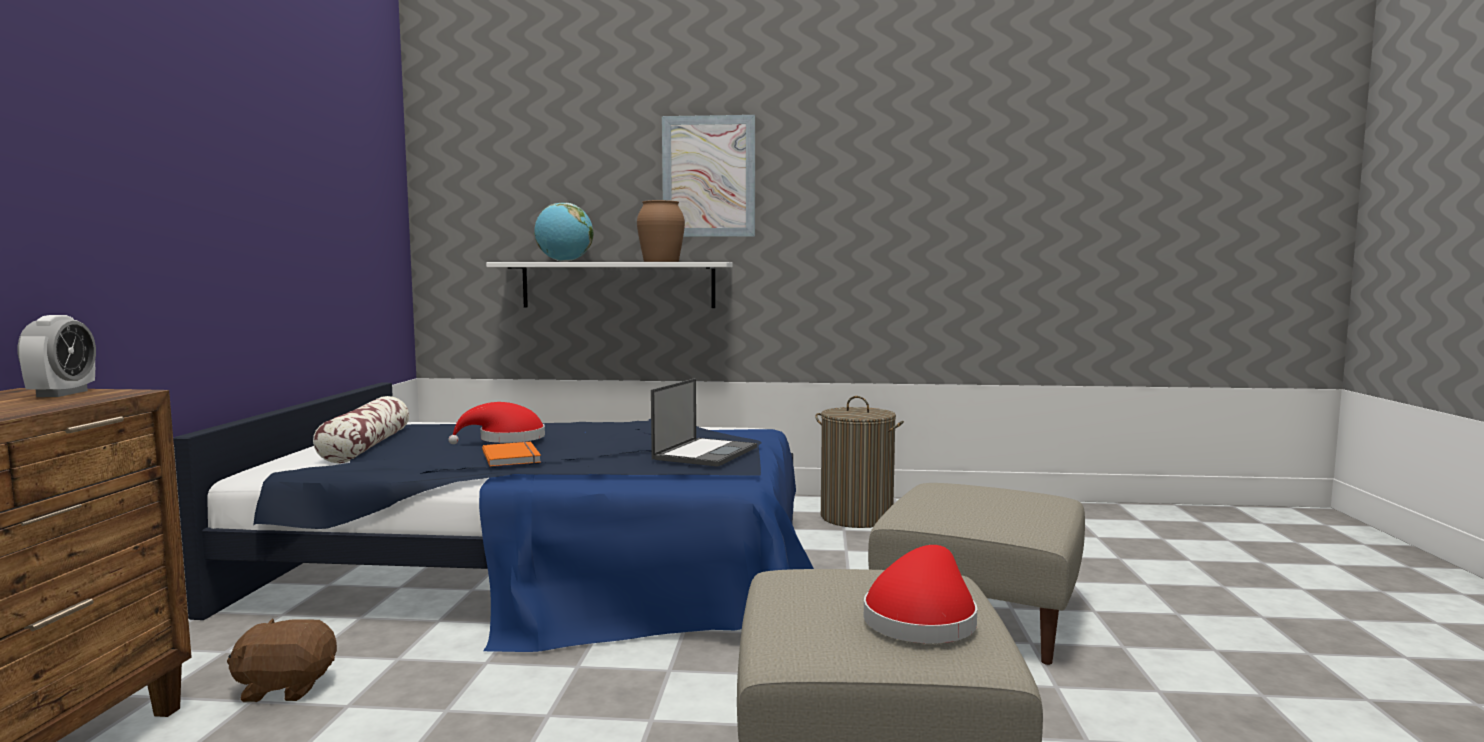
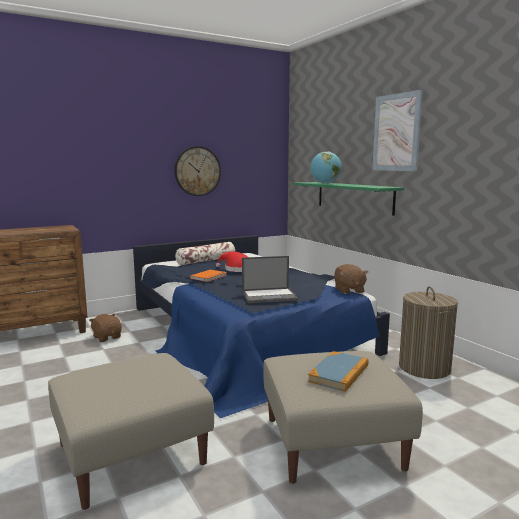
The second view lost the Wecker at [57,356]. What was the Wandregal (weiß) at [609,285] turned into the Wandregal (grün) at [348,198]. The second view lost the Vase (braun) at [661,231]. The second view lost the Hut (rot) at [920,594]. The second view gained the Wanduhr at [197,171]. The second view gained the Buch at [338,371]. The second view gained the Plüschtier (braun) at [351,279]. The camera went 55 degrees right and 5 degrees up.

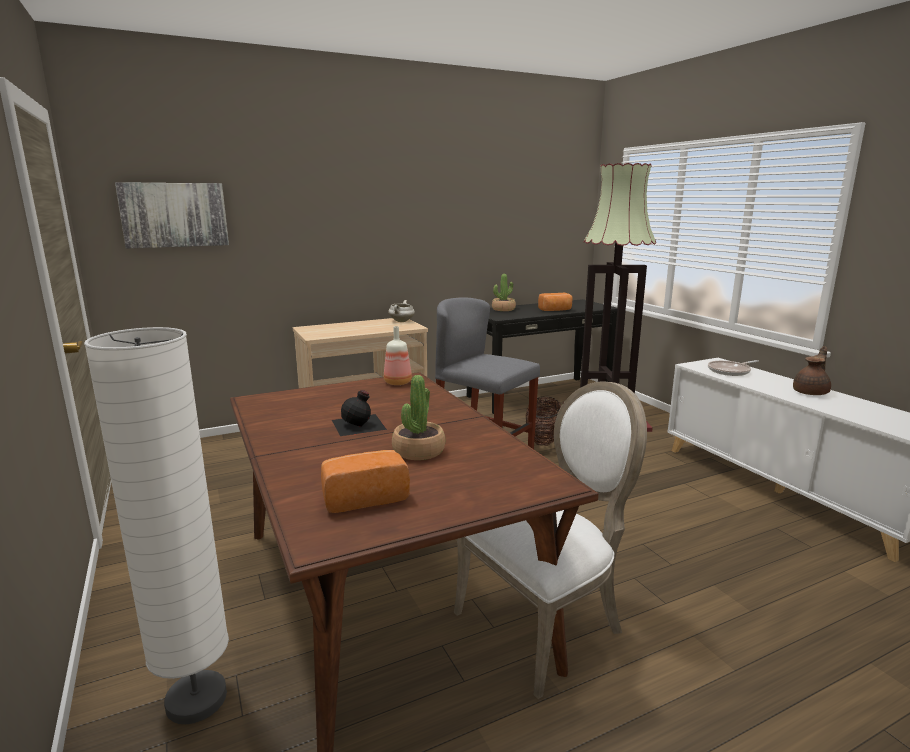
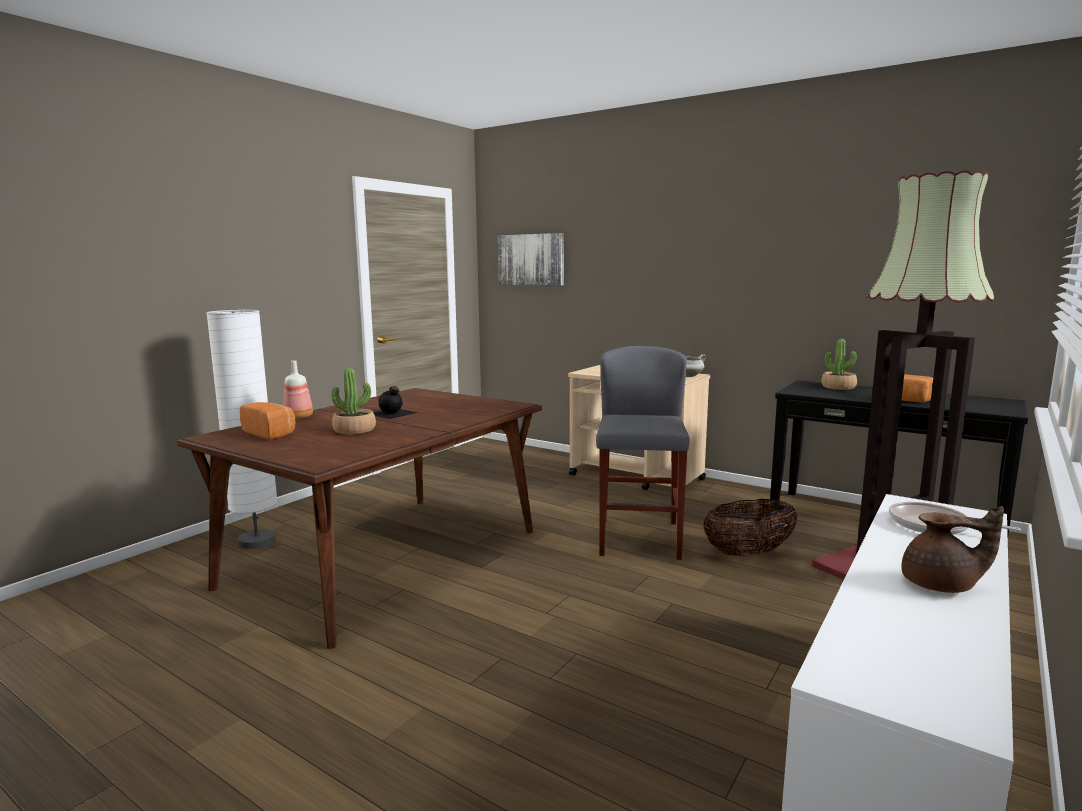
The Flasche ended up elsewhere, having gone from [398,355] to [298,389]. The second view lost the Stuhl (weiß) at [550,540]. The camera went 60 degrees right and 5 degrees down.

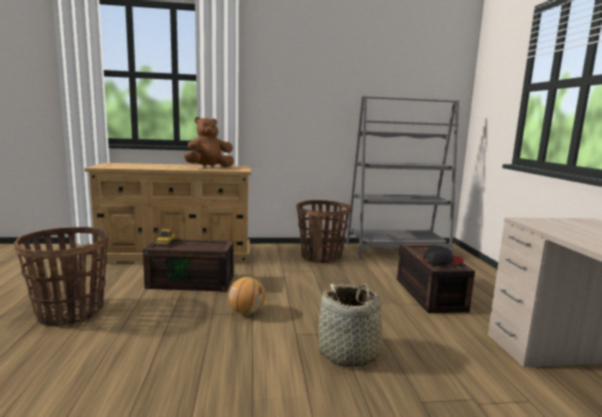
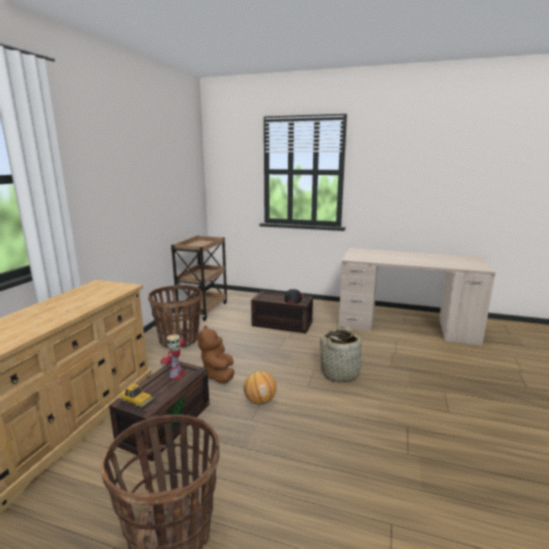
The Plüschtier (braun) ended up elsewhere, having gone from [209,142] to [216,354]. Where the Bücherregal (grau) stood at [402,177], the Rollwagen (braun) came to stand at [199,278]. The second view gained the Spielzeugroboter at [173,357]. The camera went 65 degrees left and 5 degrees up.

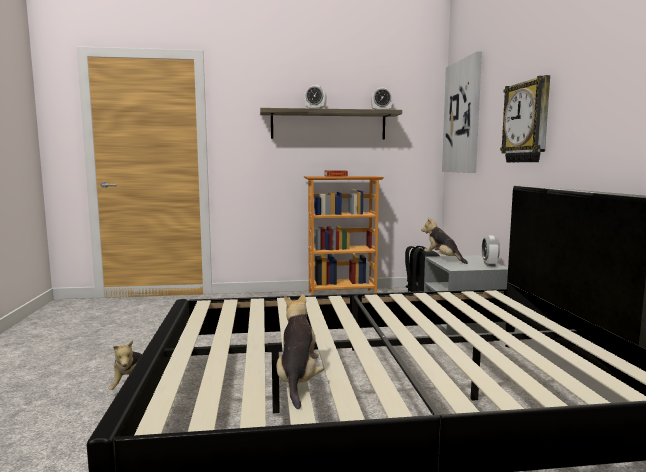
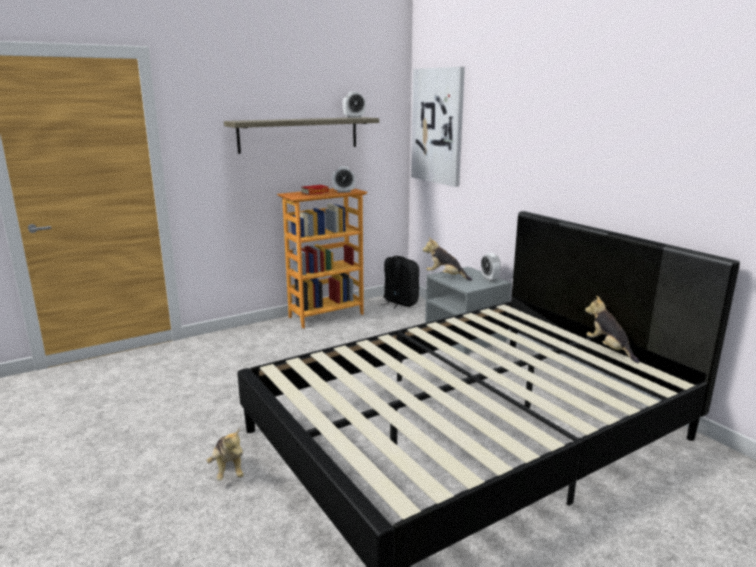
The Plüschtier ended up elsewhere, having gone from [300,351] to [612,329]. The Wecker ended up elsewhere, having gone from [316,97] to [343,179]. The second view lost the Wanduhr at [525,118]. The camera went 25 degrees left and 10 degrees up.

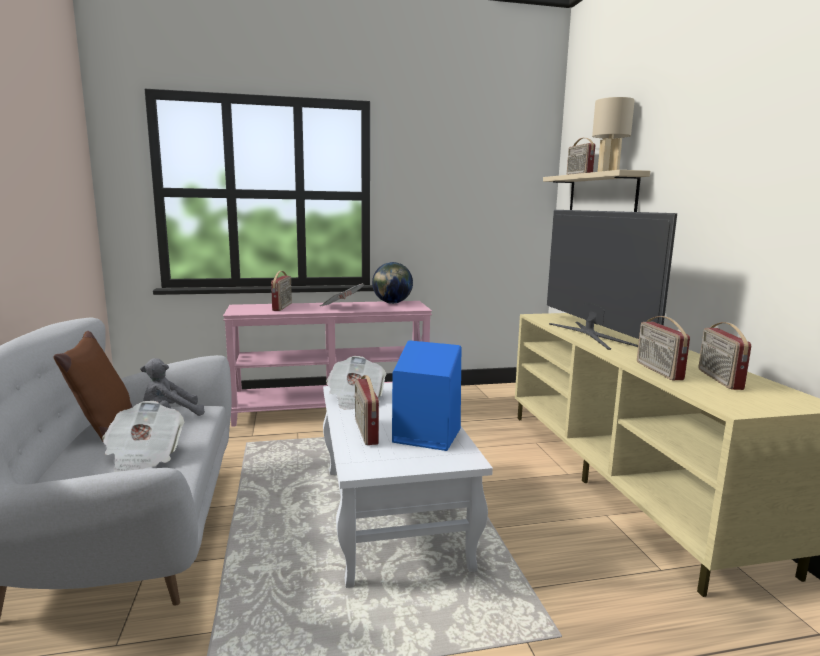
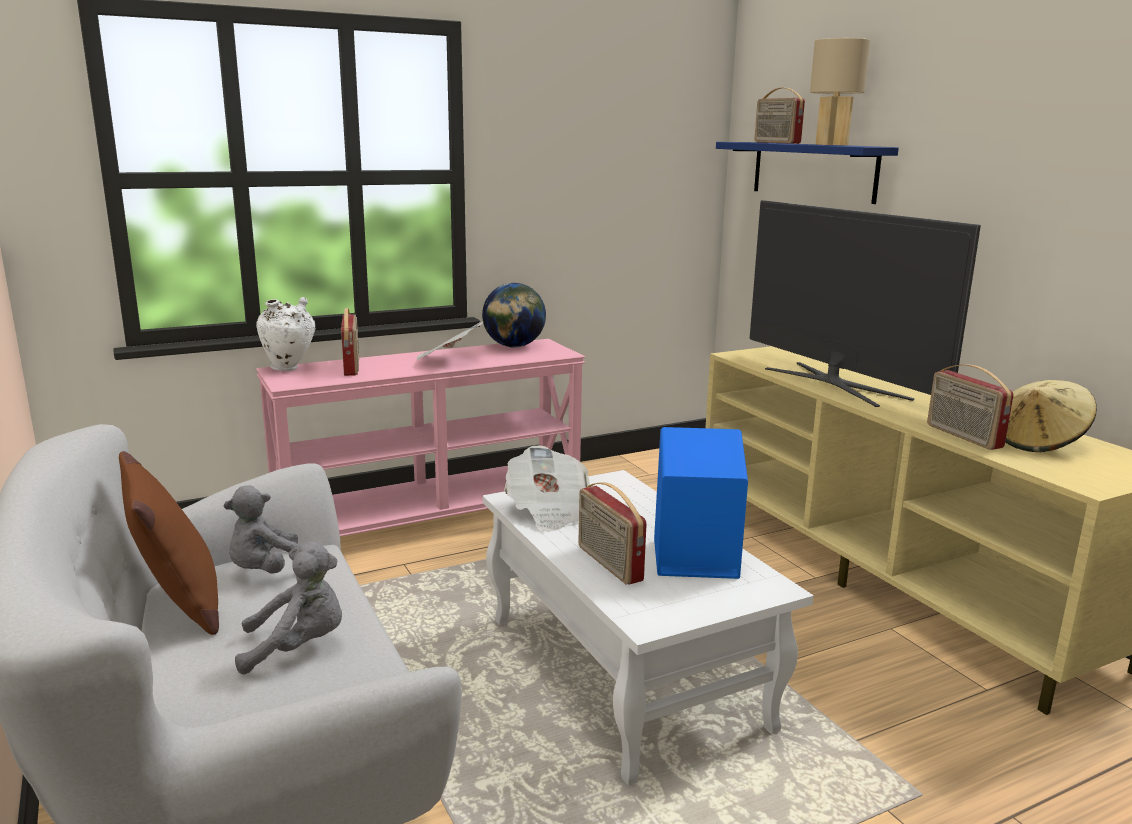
Where the Zeitung stood at [143,436], the Plüschtier (grau) came to stand at [288,608]. What was the Wandregal (beige) at [596,191] turned into the Wandregal (blau) at [807,173]. Where the Radio stood at [725,356], the Hut (beige) came to stand at [1051,416]. The second view gained the Vase (weiß) at [285,334]. The camera went 15 degrees left and 5 degrees up.

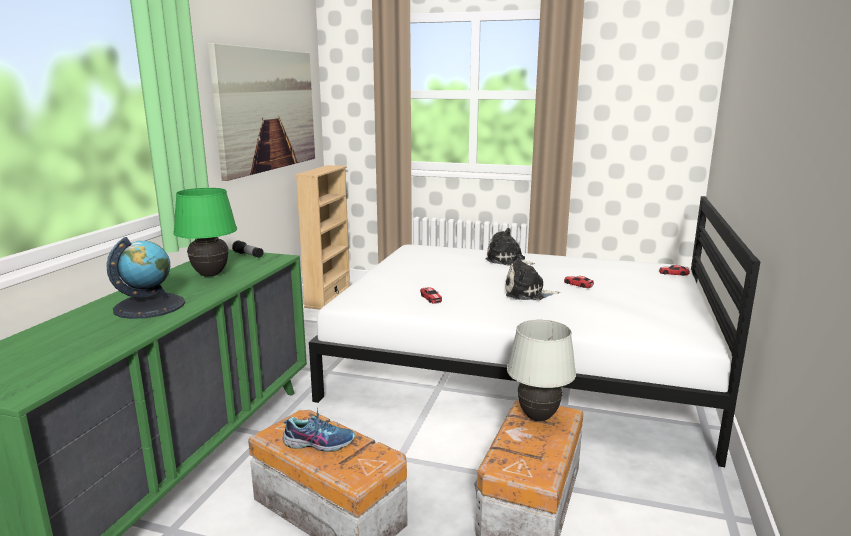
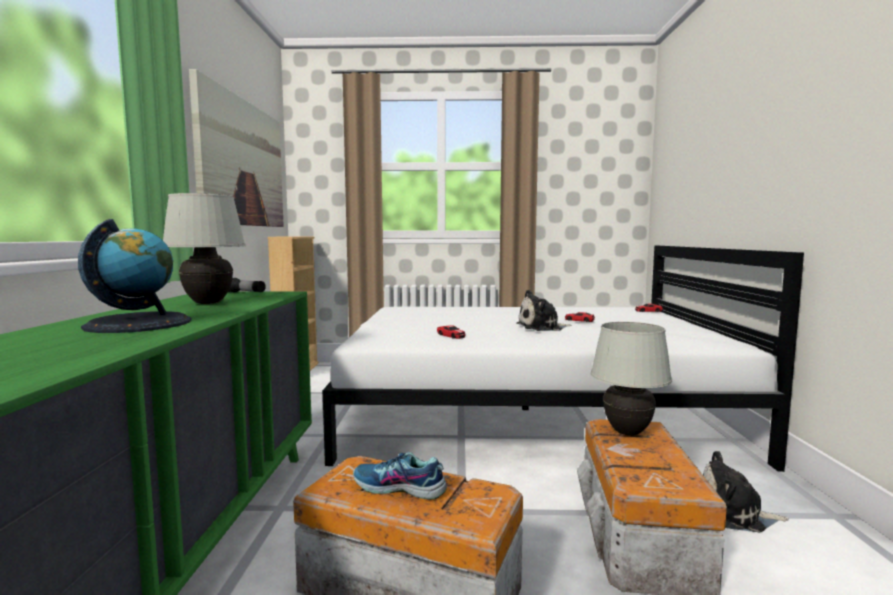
What was the Tischlampe (grün) at [205,232] turned into the Tischlampe (weiß) at [204,248]. The Schuh at [319,430] ended up facing another way, 150 degrees counterclockwise from before. The Plüschtier ended up elsewhere, having gone from [510,247] to [746,491]. The camera went 15 degrees left and 10 degrees down.

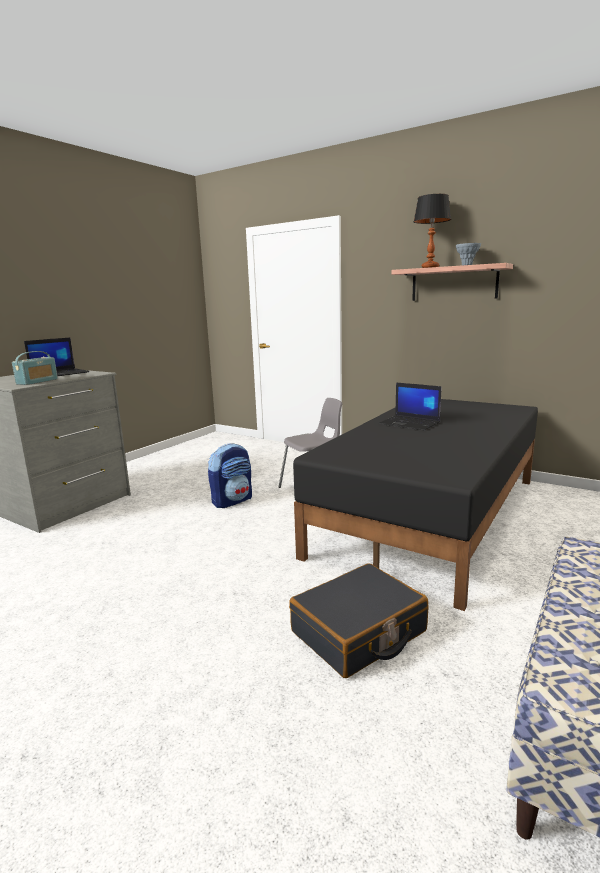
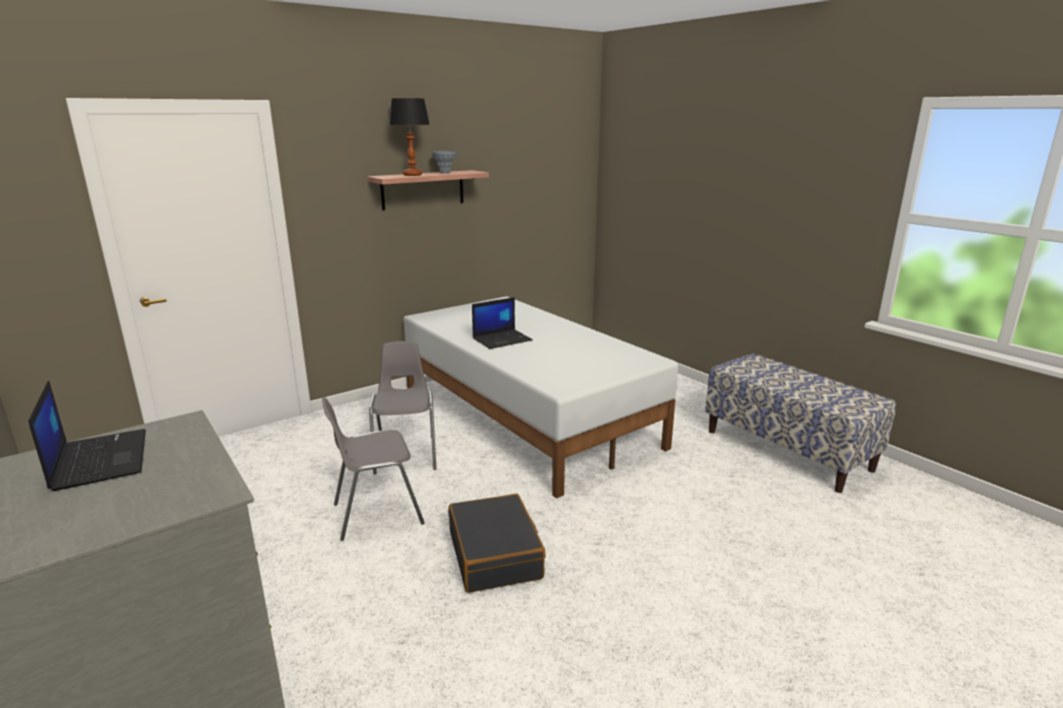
The second view lost the Radio at [35,368]. Where the Rucksack stood at [230,475], the Stuhl (grau) came to stand at [373,469]. The Koffer (schwarz) ended up elsewhere, having gone from [358,620] to [497,543]. What was the Bett (schwarz) at [415,505] turned into the Bett (weiß) at [541,397]. The camera went 70 degrees left and 5 degrees up.

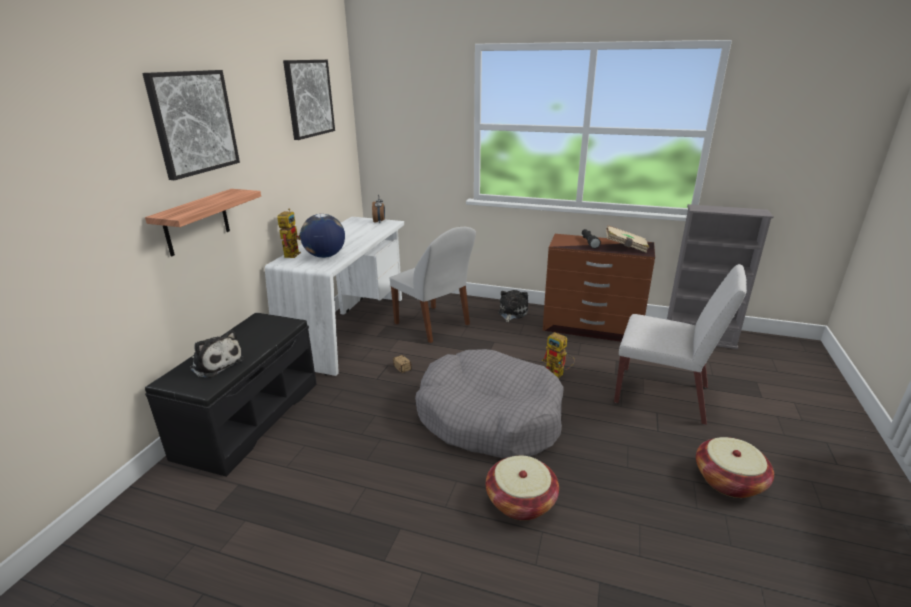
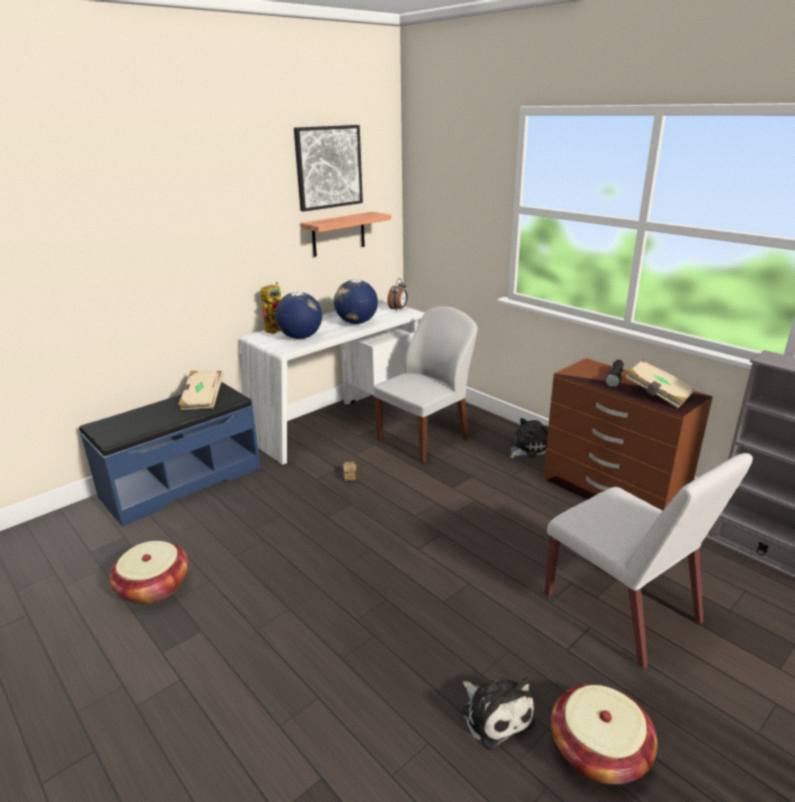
The second view lost the Bild at [191,125]. The Wandregal ended up elsewhere, having gone from [203,222] to [345,234]. What was the Bank (schwarz) at [231,395] turned into the Bank (blau) at [170,454]. The Plüschtier ended up elsewhere, having gone from [216,353] to [498,713]. The Stuhl (weiß) at [433,285] ended up facing another way, 120 degrees counterclockwise from before. The second view lost the Hundebett (grau) at [489,403]. The Korb ended up elsewhere, having gone from [522,488] to [148,572]. The second view lost the Spielzeugroboter at [558,355]. The second view gained the Buch (beige) at [201,390]. The second view gained the Globus at [356,302]. The camera went 30 degrees right and 0 degrees up.

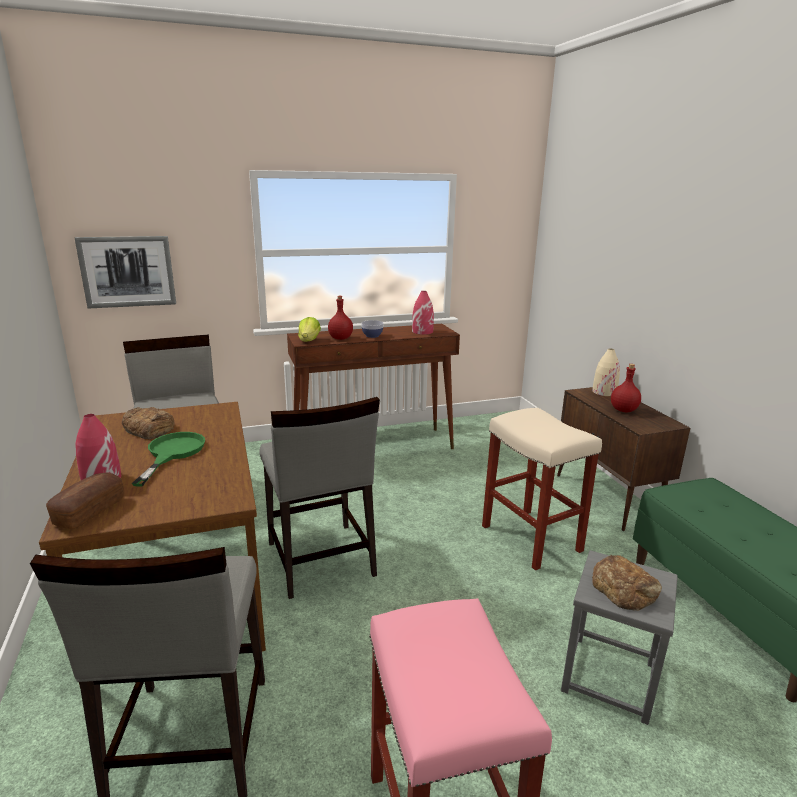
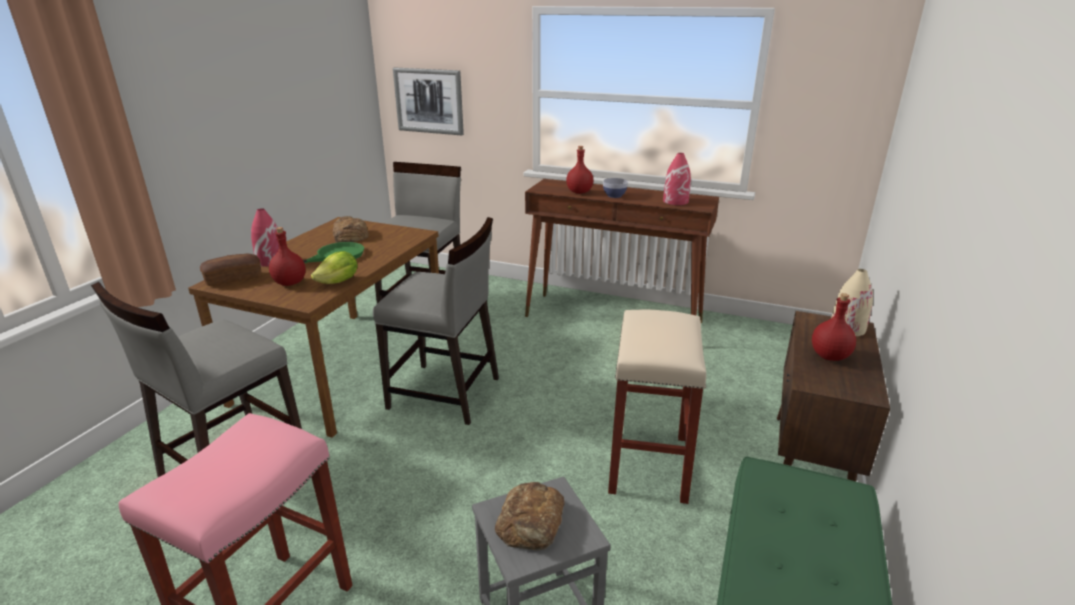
The Stuhl (grau) at [319,498] ended up facing another way, 90 degrees counterclockwise from before. The Salatkopf ended up elsewhere, having gone from [309,329] to [334,267]. The second view gained the Flasche (rot) at [287,256]. The camera went 40 degrees right and 5 degrees up.

